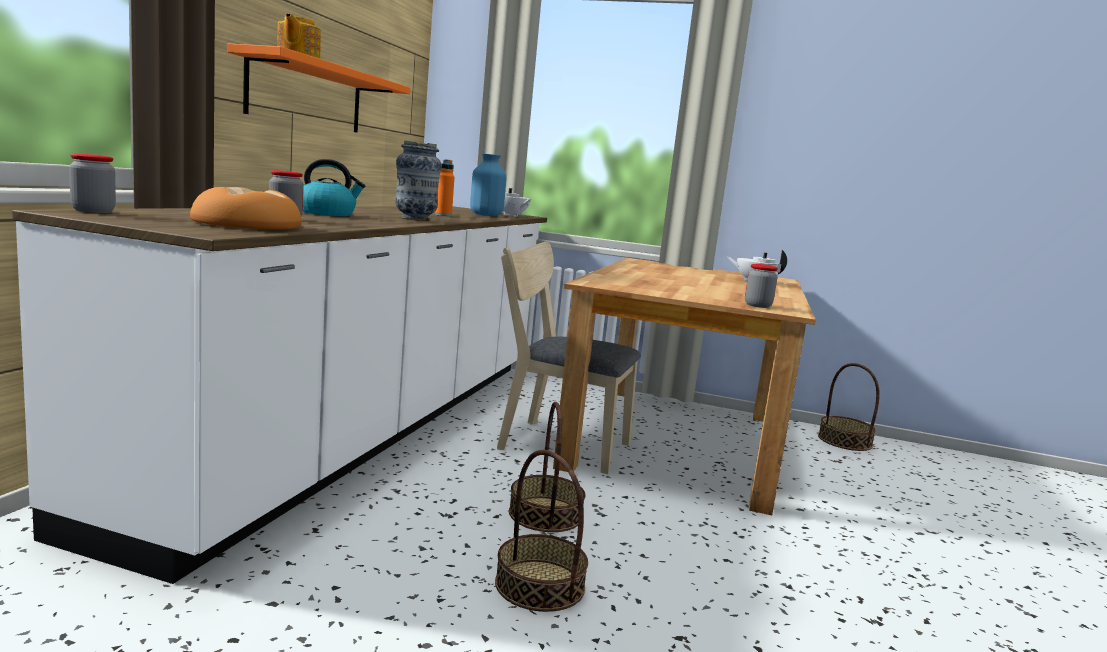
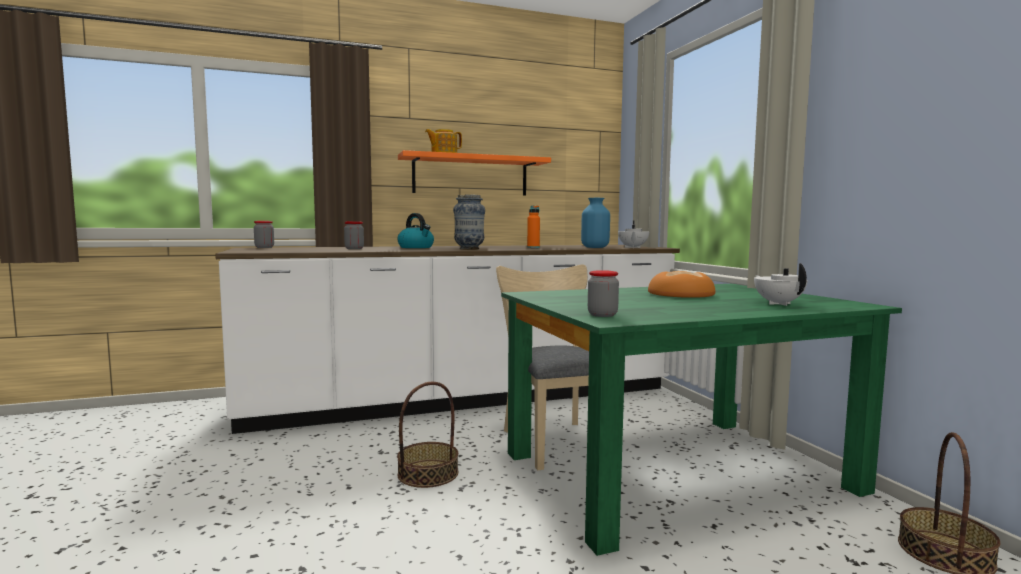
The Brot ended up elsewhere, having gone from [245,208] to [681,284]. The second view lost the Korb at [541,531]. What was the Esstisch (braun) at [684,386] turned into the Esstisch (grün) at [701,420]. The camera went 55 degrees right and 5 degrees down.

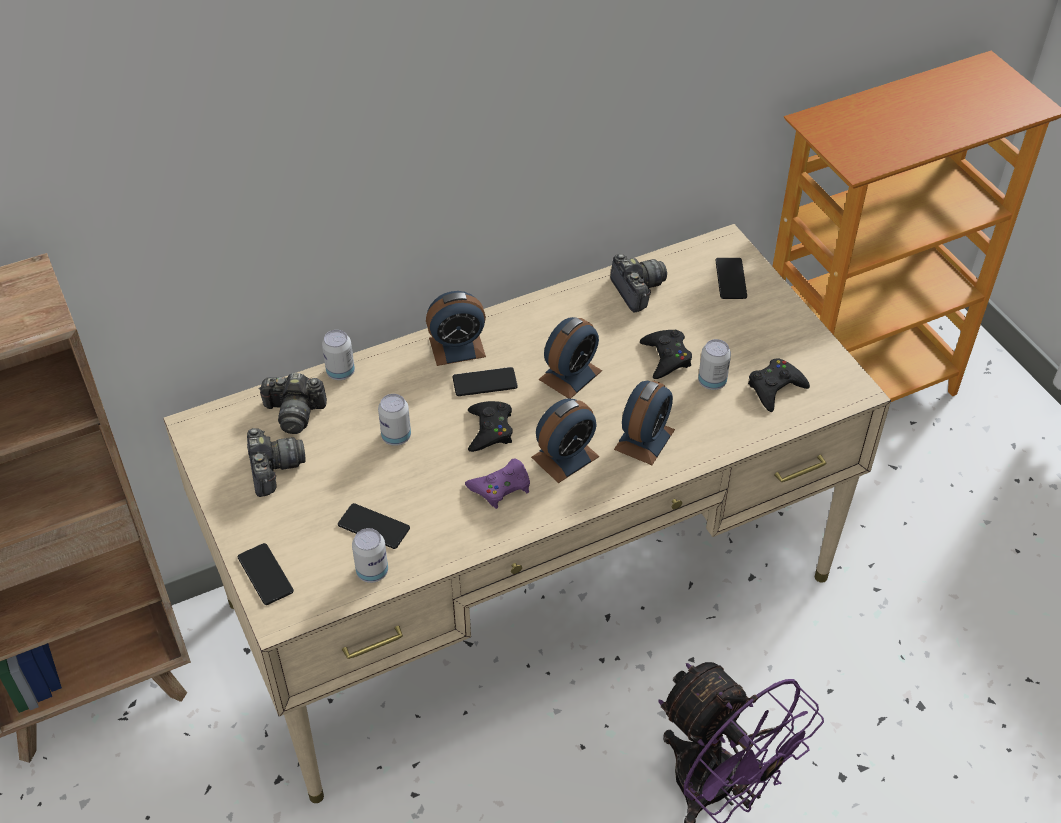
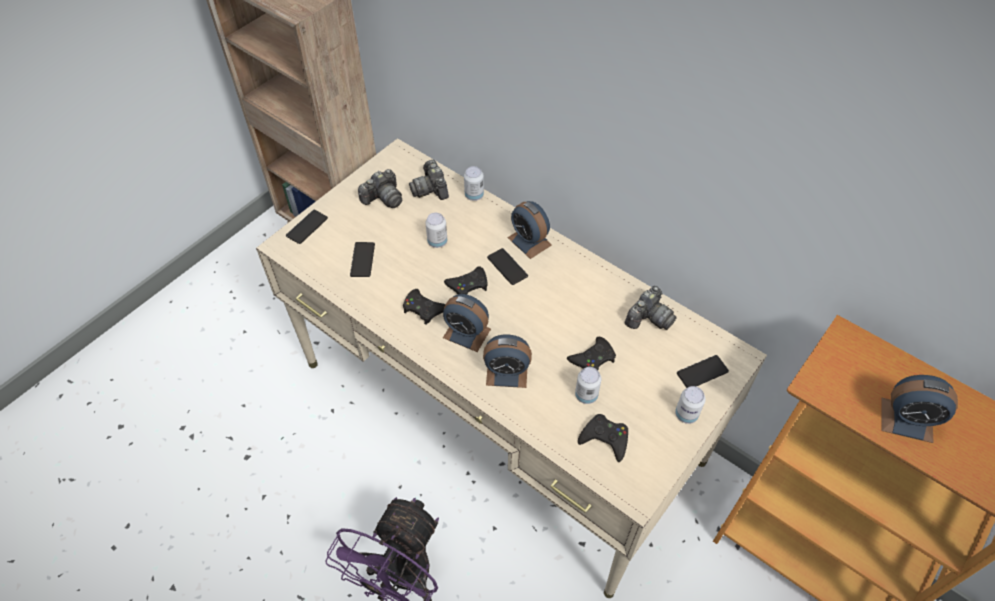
The Dose ended up elsewhere, having gone from [370,555] to [690,405]. What was the Gamepad (lila) at [497,484] turned into the Gamepad (schwarz) at [424,307]. The Wecker ended up elsewhere, having gone from [570,358] to [919,409]. The camera went 65 degrees right and 5 degrees up.

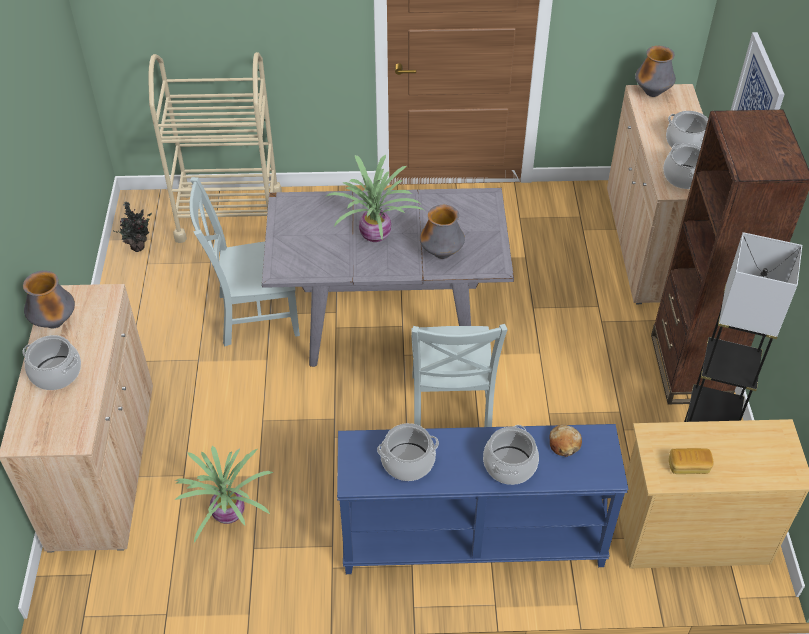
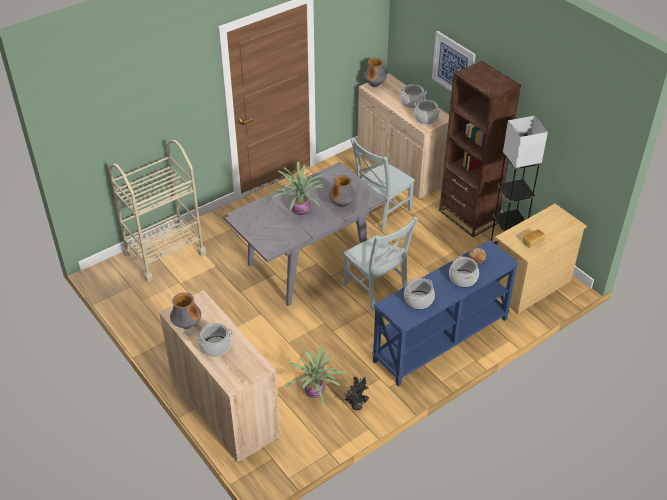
The Topfpflanze ended up elsewhere, having gone from [133,227] to [356,393]. The Stuhl (grau) ended up elsewhere, having gone from [245,261] to [382,184]. The camera went 35 degrees left and 5 degrees down.

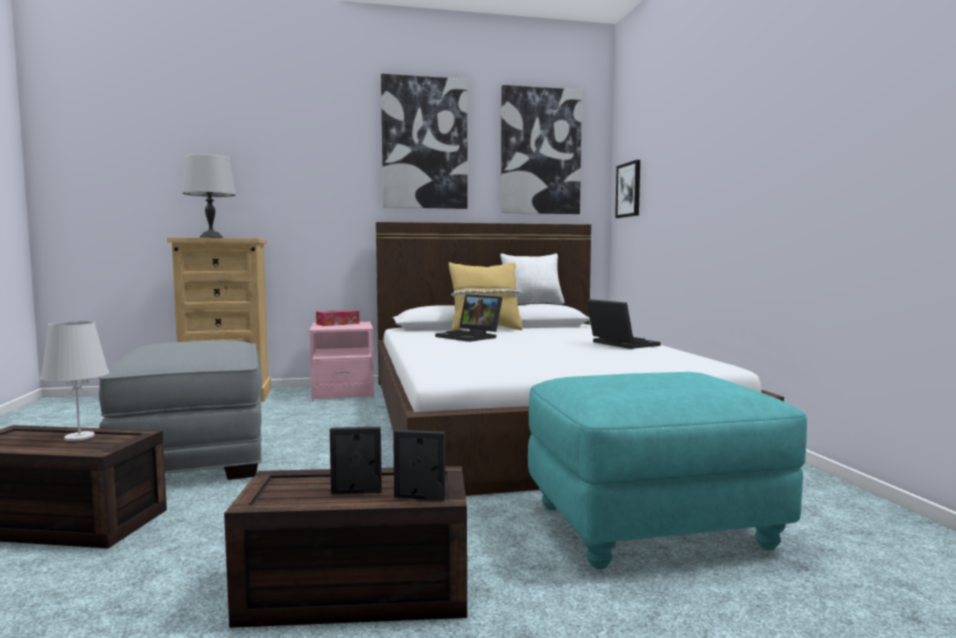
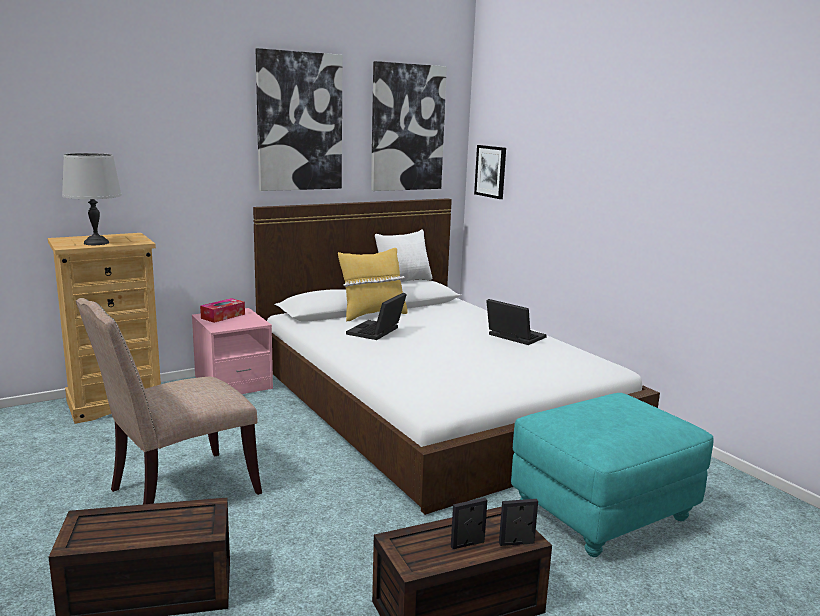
The second view lost the Tischlampe (weiß) at [74,381]. Where the Polsterhocker (grau) stood at [180,410], the Stuhl (beige) came to stand at [169,401]. The Laptop at [469,318] ended up facing another way, 90 degrees clockwise from before. The camera went 20 degrees left and 10 degrees up.

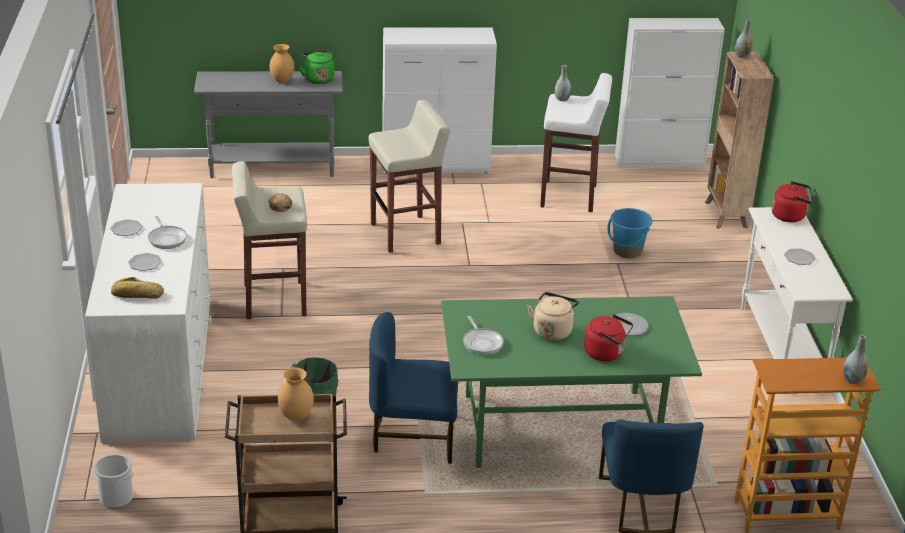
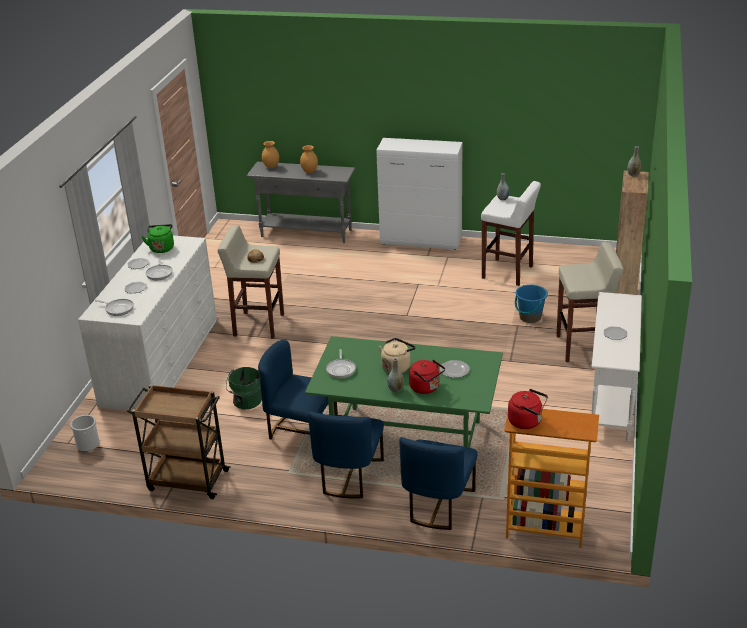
Where the Brot stood at [137,288], the Pfanne came to stand at [114,307]. The Vase (braun) ended up elsewhere, having gone from [296,394] to [270,154]. The Wasserkessel (grün) ended up elsewhere, having gone from [316,67] to [157,238]. The Hocker (beige) ended up elsewhere, having gone from [409,176] to [590,302]. The second view lost the Schrank (weiß) at [670,93]. The Wasserkessel (rot) ended up elsewhere, having gone from [793,201] to [528,409]. The Vase (grau) ended up elsewhere, having gone from [855,359] to [396,375]. The second view gained the Stuhl (blau) at [346,454]. The camera went 20 degrees right and 0 degrees up.

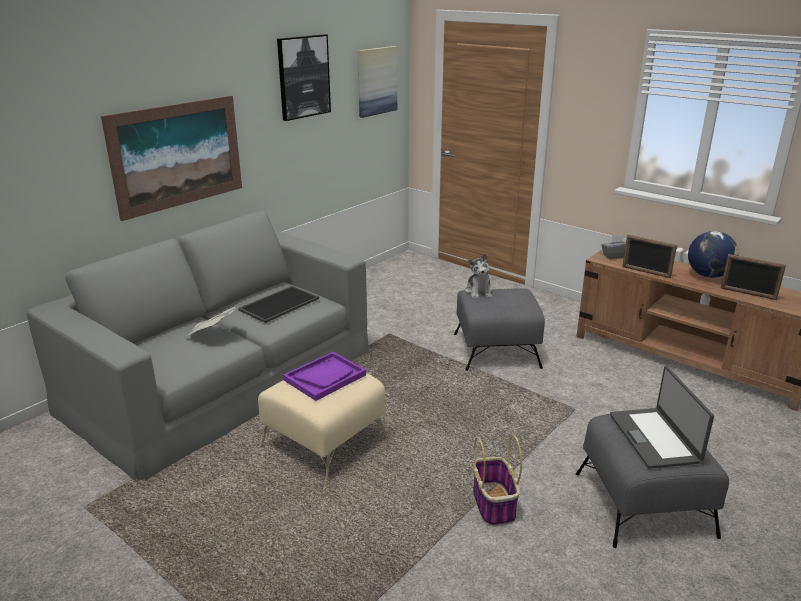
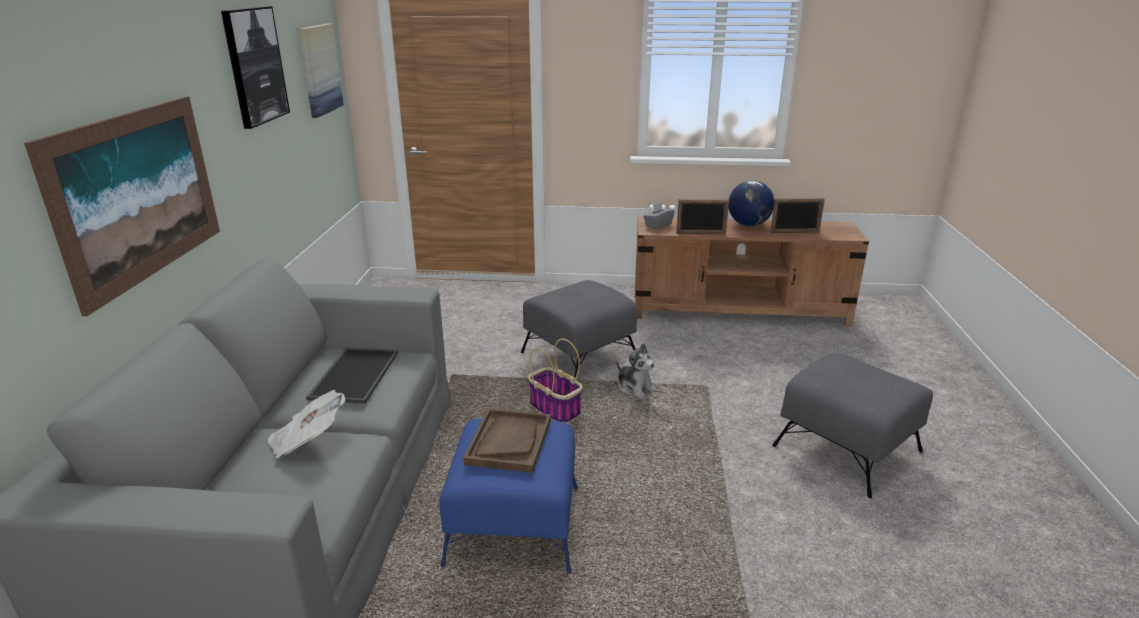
What was the Polsterhocker (beige) at [324,429] turned into the Polsterhocker (blau) at [509,496]. What was the Tablett (lila) at [324,376] turned into the Tablett (braun) at [507,440]. The Plüschtier ended up elsewhere, having gone from [478,276] to [636,370]. The Korb ended up elsewhere, having gone from [497,480] to [555,381]. The second view lost the Laptop at [662,417]. The camera went 35 degrees left and 0 degrees up.

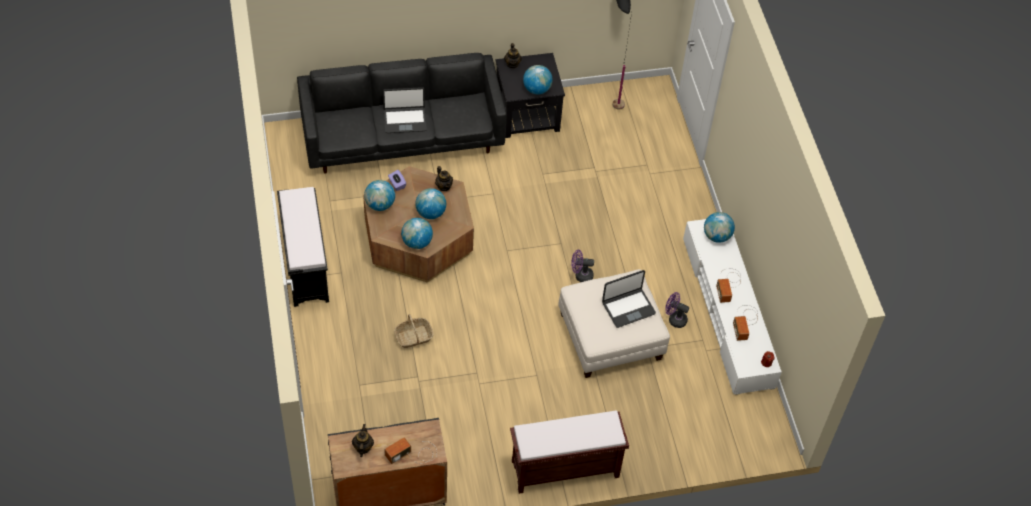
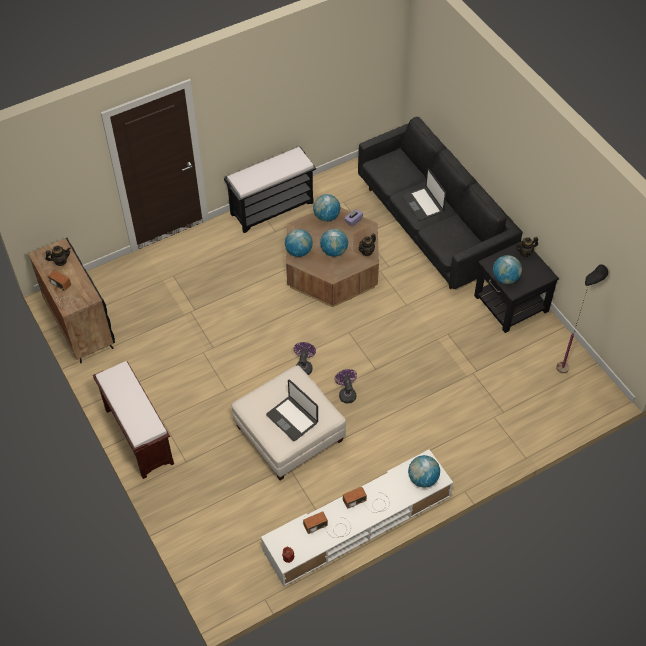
The second view lost the Korb at [414,331]. The Ventilator (lila) ended up elsewhere, having gone from [677,310] to [305,358]. The camera went 75 degrees right and 0 degrees up.

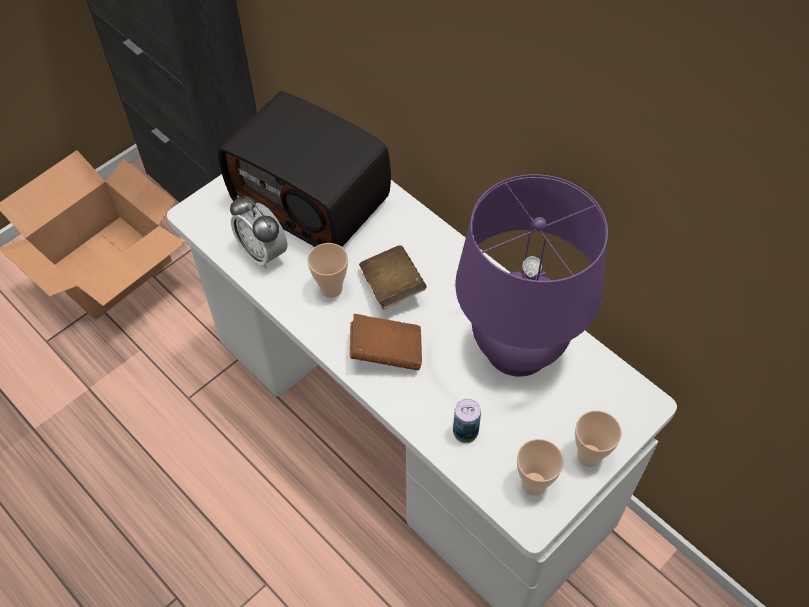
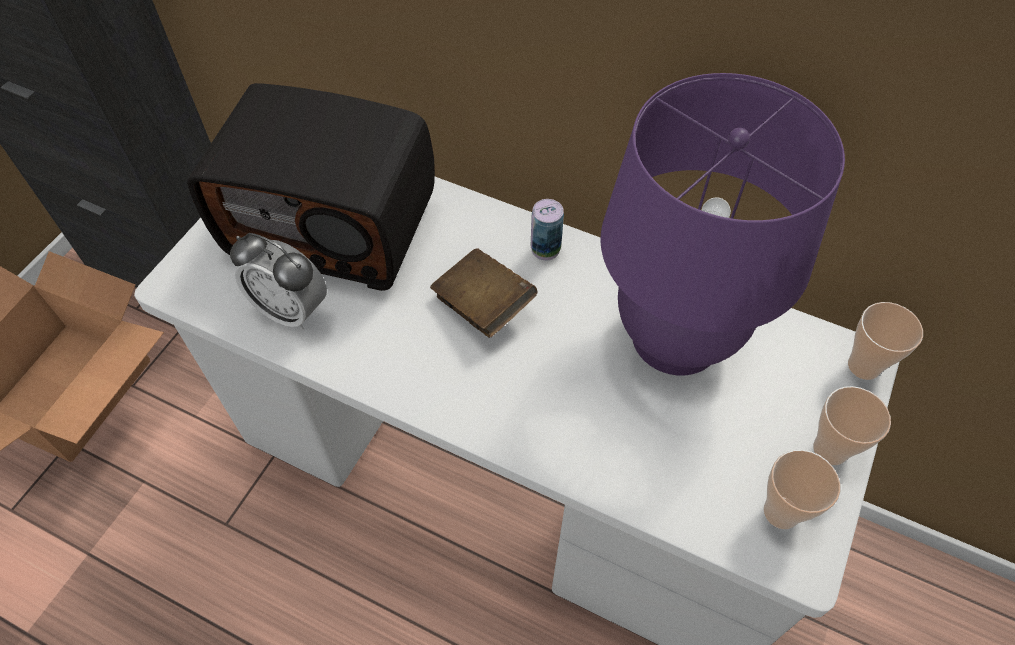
The Tasse ended up elsewhere, having gone from [327,270] to [885,341]. The second view lost the Buch (braun) at [386,342]. The Dose ended up elsewhere, having gone from [467,421] to [547,229]. The camera went 20 degrees left and 0 degrees up.

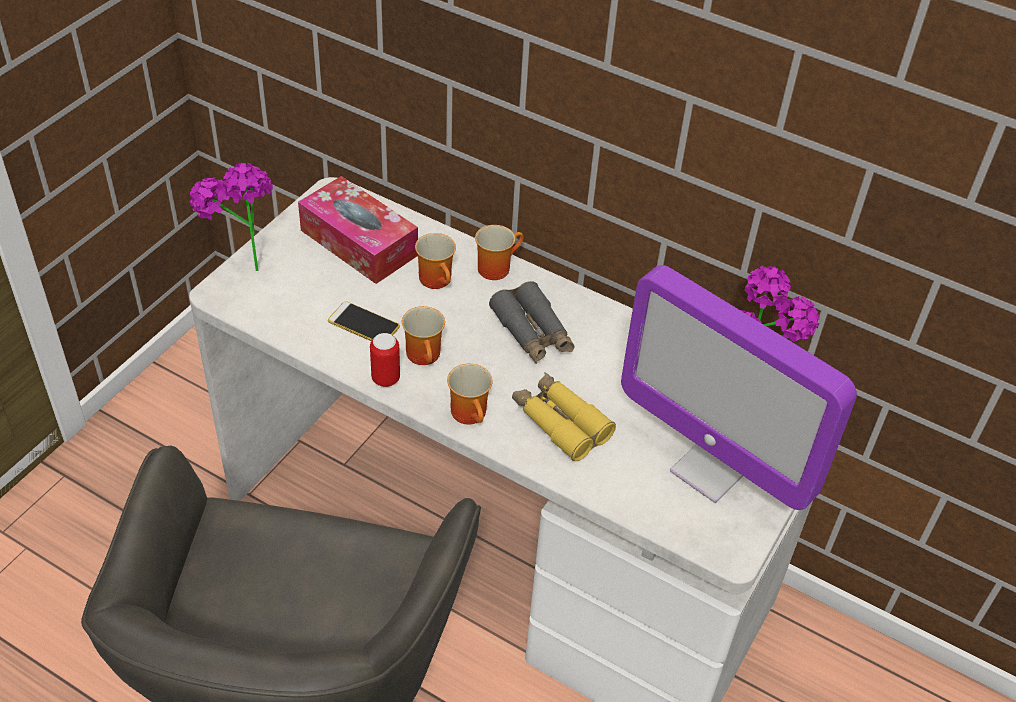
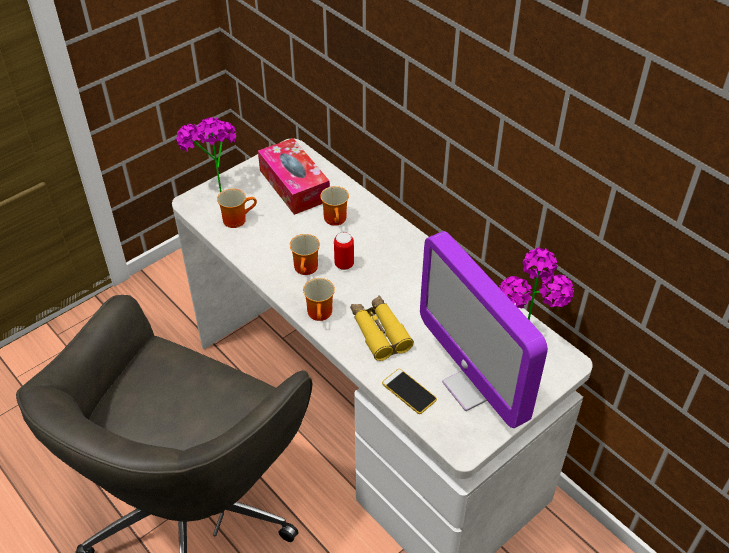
The Handy ended up elsewhere, having gone from [364,321] to [409,391]. The Dose ended up elsewhere, having gone from [385,360] to [344,251]. The Henkelbecher ended up elsewhere, having gone from [499,252] to [237,208]. The second view lost the Fernglas (grau) at [532,322]. The camera went 20 degrees right and 0 degrees up.

